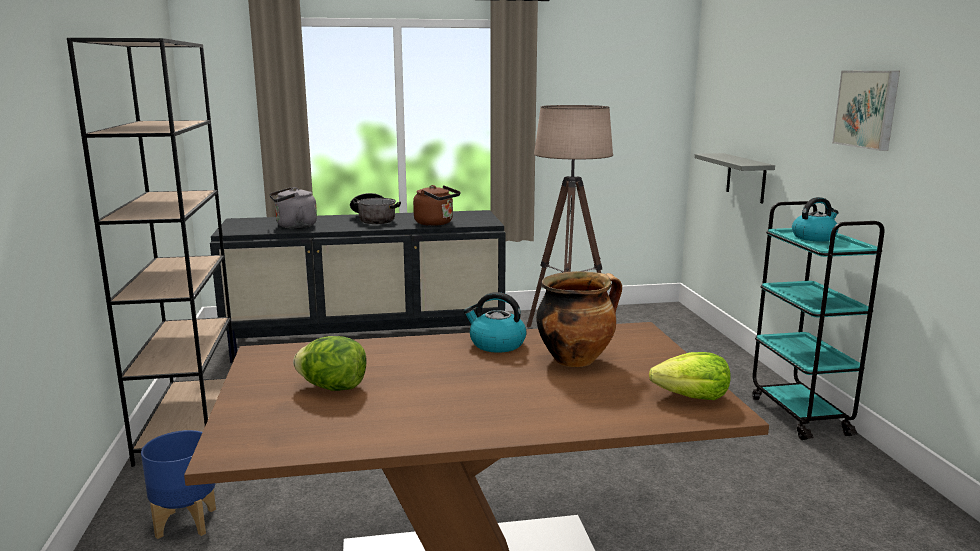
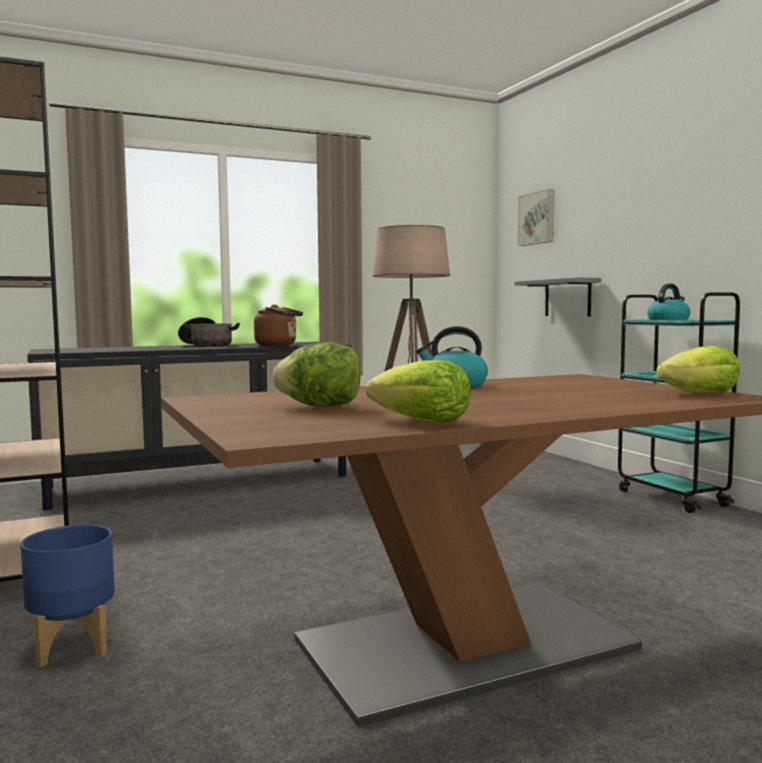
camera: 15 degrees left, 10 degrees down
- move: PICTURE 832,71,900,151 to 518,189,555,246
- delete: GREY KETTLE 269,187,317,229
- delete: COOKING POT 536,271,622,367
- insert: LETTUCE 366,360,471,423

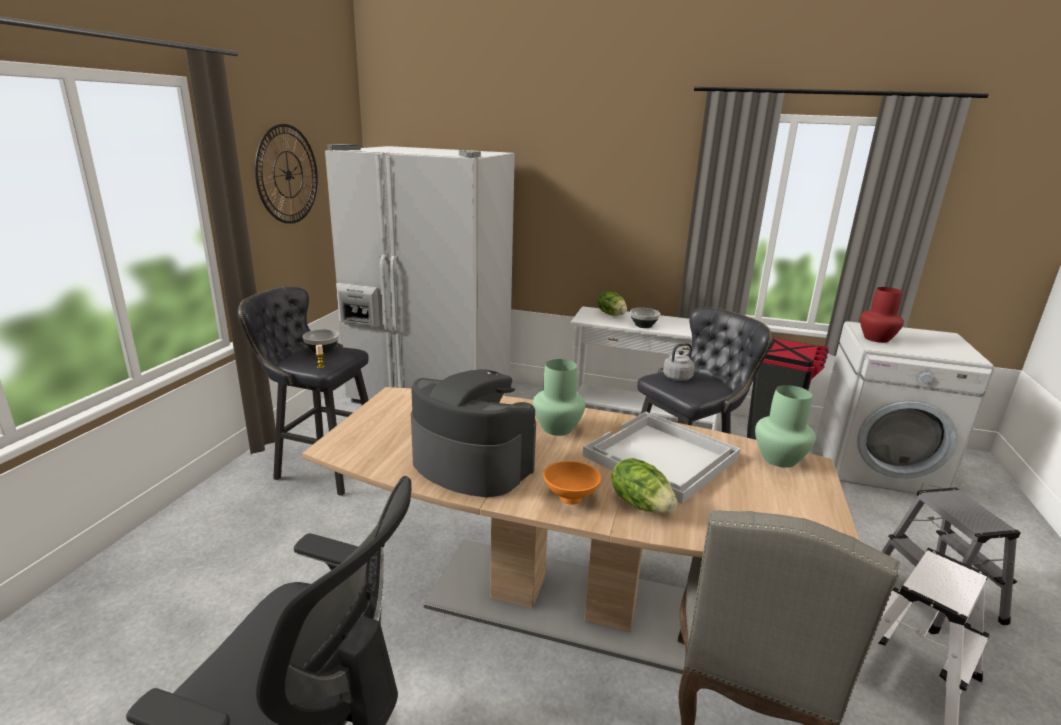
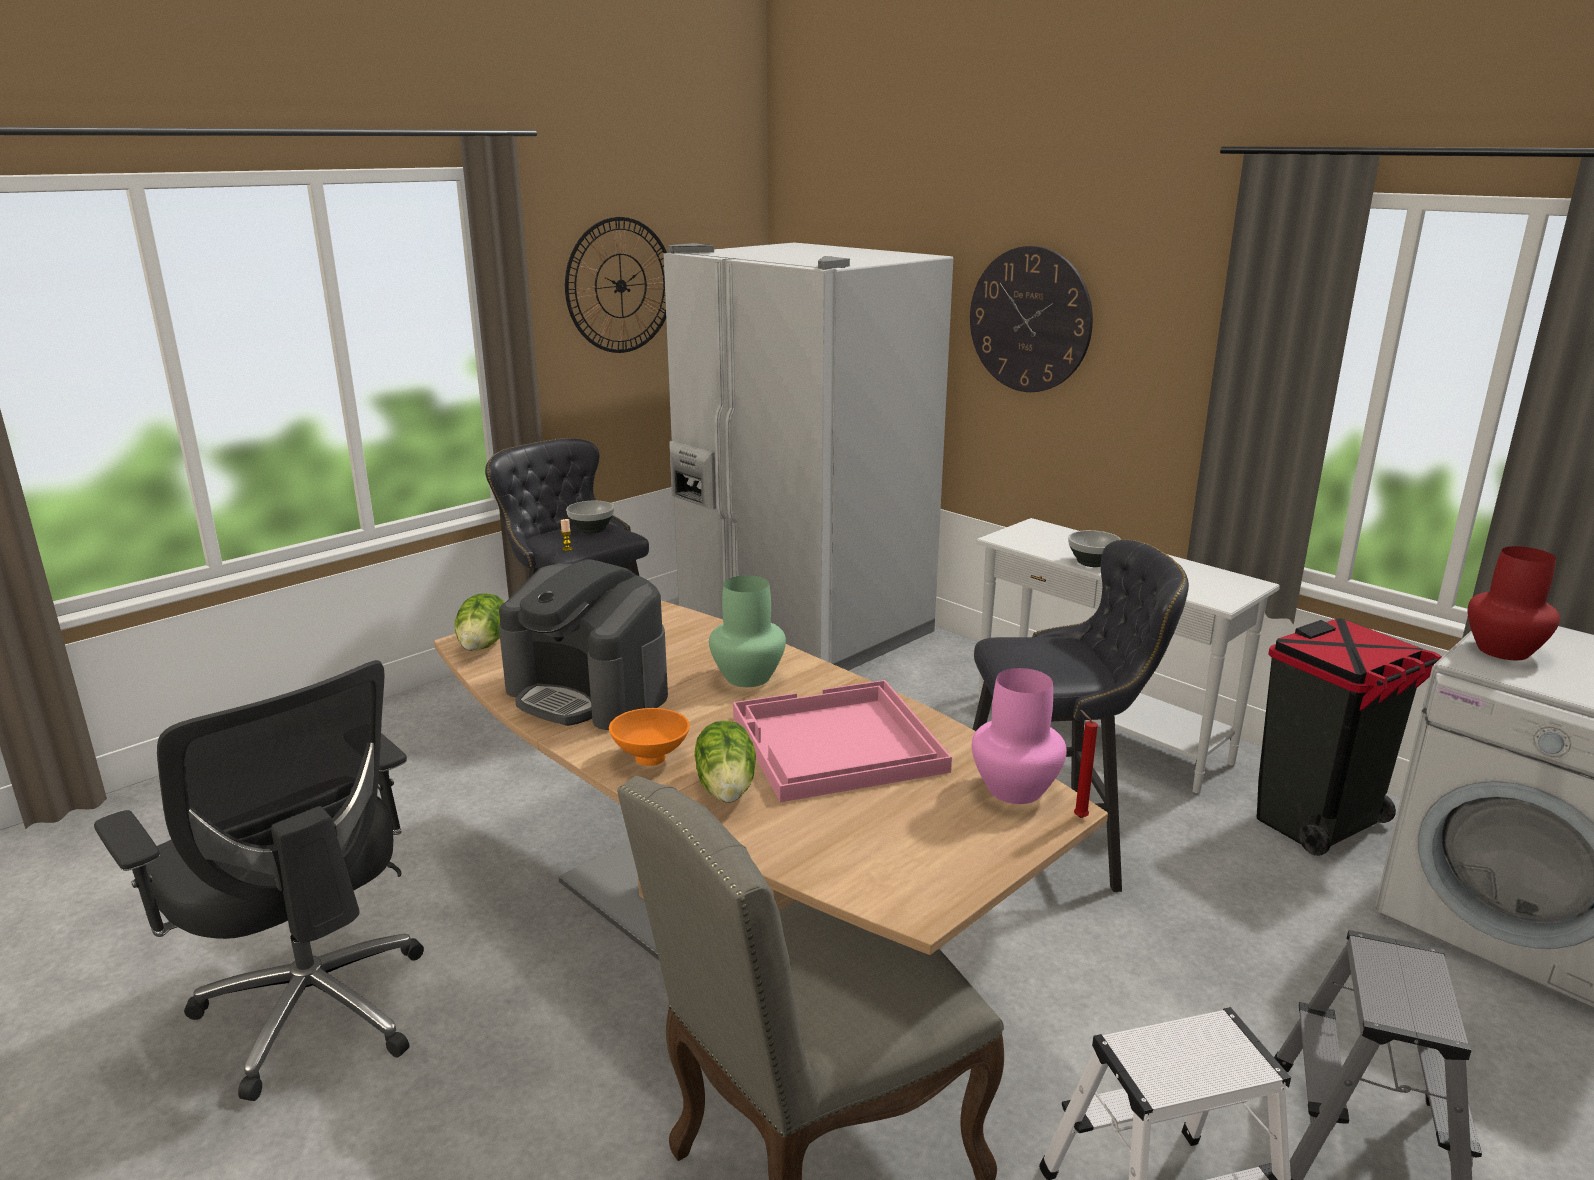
camera: 30 degrees right, 0 degrees up
- move: LETTUCE 598,292,627,316 to 455,593,505,651
- delete: GREY KETTLE 663,343,701,381
- rotate: COFFEE MACHINE 411,369,536,497 = 499,559,668,730 150 degrees clockwise
- recolor: GREEN VASE 755,385,816,468 to PINK VASE 972,668,1067,804
- recolor: WHITE TRAY 583,412,740,504 to PINK TRAY 733,680,952,802
- insert: WALL CLOCK 970,246,1093,392
- insert: RED CANDLE 1074,710,1098,818

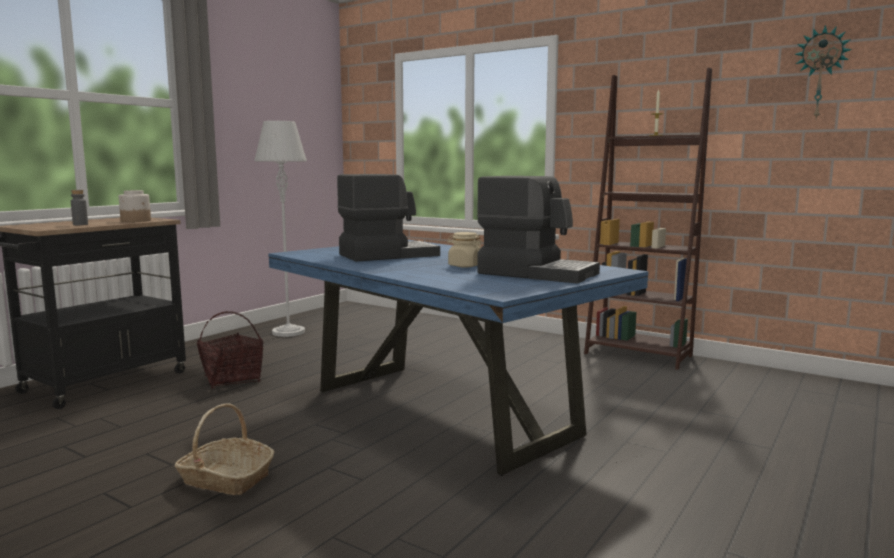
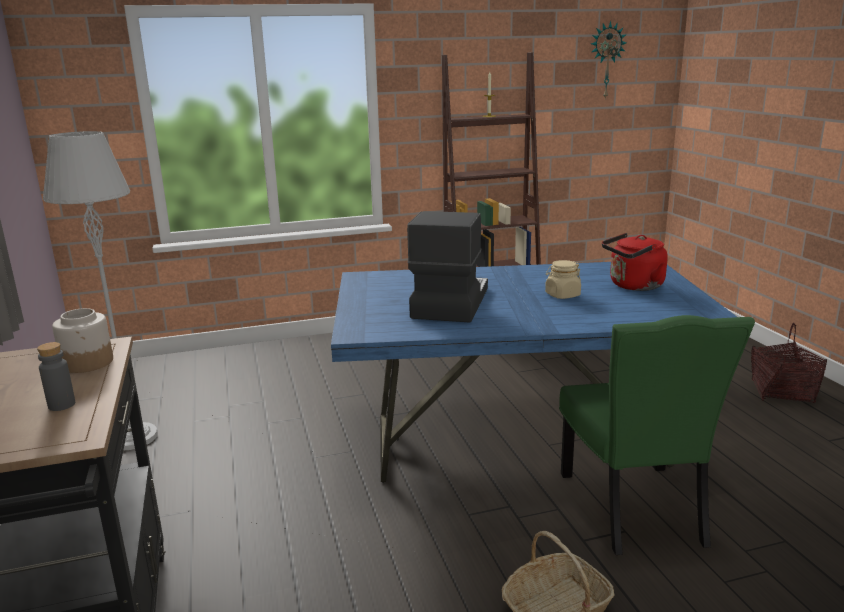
camera: 50 degrees left, 10 degrees up
- replace: COFFEE MACHINE 477,176,600,284 to RED KETTLE 602,233,668,291
- move: BASKET 197,311,263,389 to 751,323,827,403
- insert: GREEN CHAIR 559,315,755,555

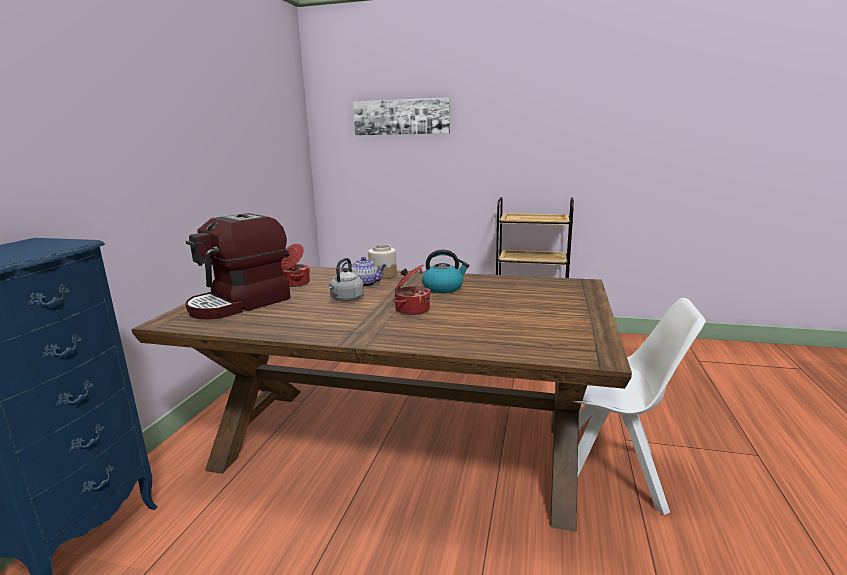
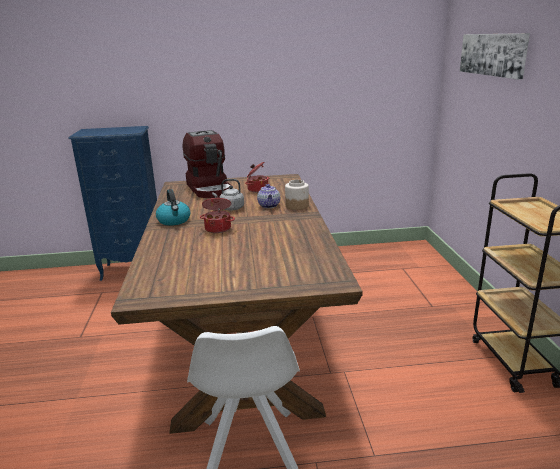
camera: 70 degrees right, 5 degrees up
- rotate: COFFEE MACHINE 185,213,291,319 = 183,130,232,198 135 degrees counterclockwise
- move: KETTLE 422,250,470,293 to 156,189,190,225

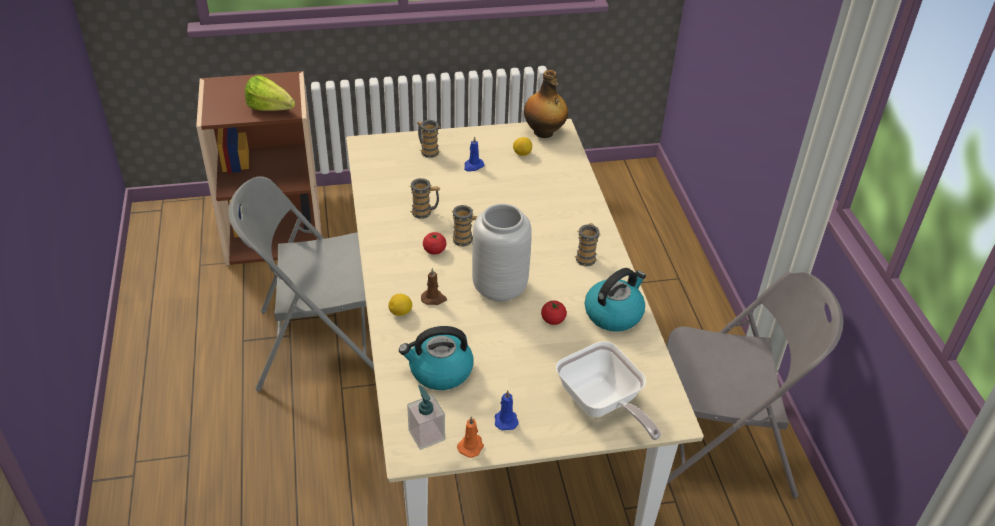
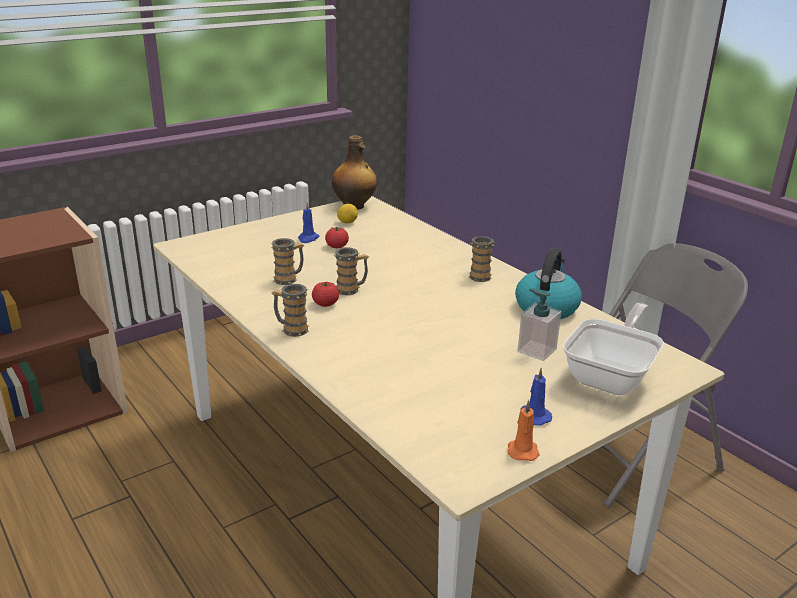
camera: 25 degrees left, 15 degrees down
- delete: LETTUCE 245,75,295,111
- move: MUG 417,120,440,158 to 272,284,309,337
- delete: GREY CHAIR 228,176,374,392
- delete: GREY VASE 472,204,532,302
- delete: BROWN CANDLE 421,268,447,305
- delete: LEMON 388,294,412,316
- move: TOMATO 541,300,567,325 to 325,227,349,248
- delete: KETTLE 399,326,474,390
- rotate: FRYING PAN 556,341,661,440 = 563,303,664,395 90 degrees counterclockwise
- move: SOAP DISPENSER 407,385,445,450 to 517,288,562,361

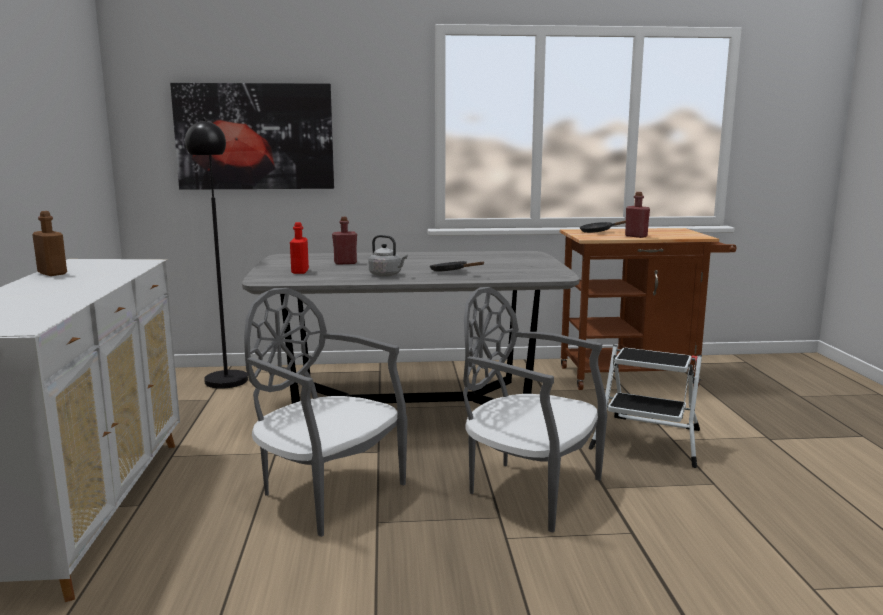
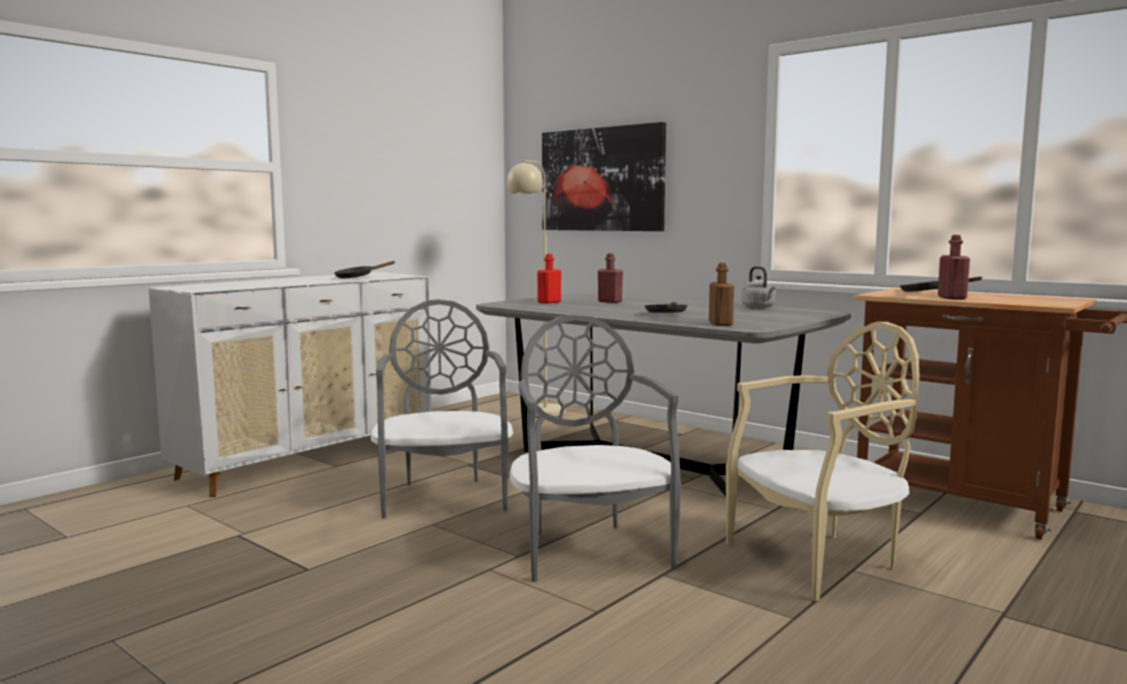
camera: 45 degrees right, 5 degrees down
- recolor: BLACK FLOOR LAMP 185,118,248,389 to BEIGE FLOOR LAMP 507,160,565,418
- move: BROWN BOTTLE 32,211,67,276 to 709,263,734,326
- move: GREY KETTLE 369,235,408,277 to 741,266,776,308
- replace: STEP LADDER 589,345,702,468 to BEIGE CHAIR 726,322,919,601
- insert: BLACK FRYING PAN 334,261,395,278

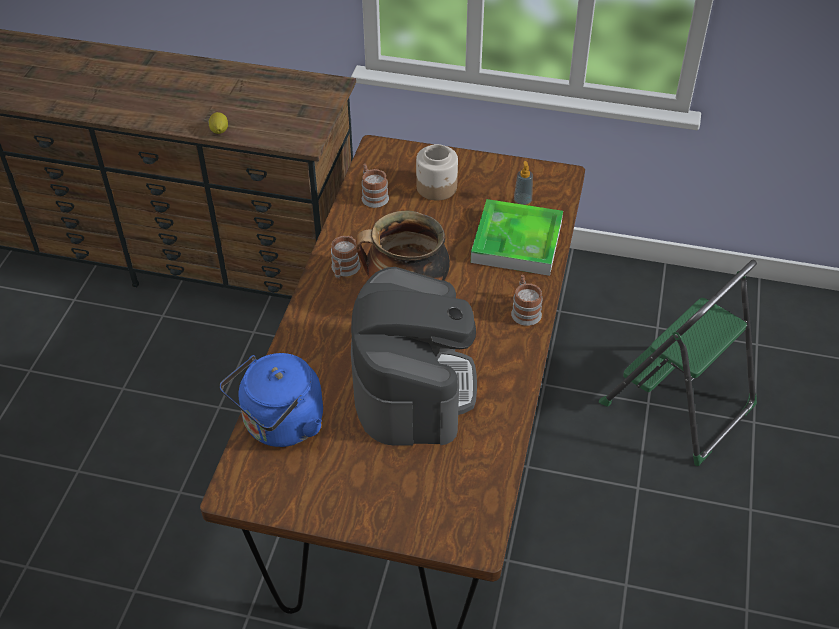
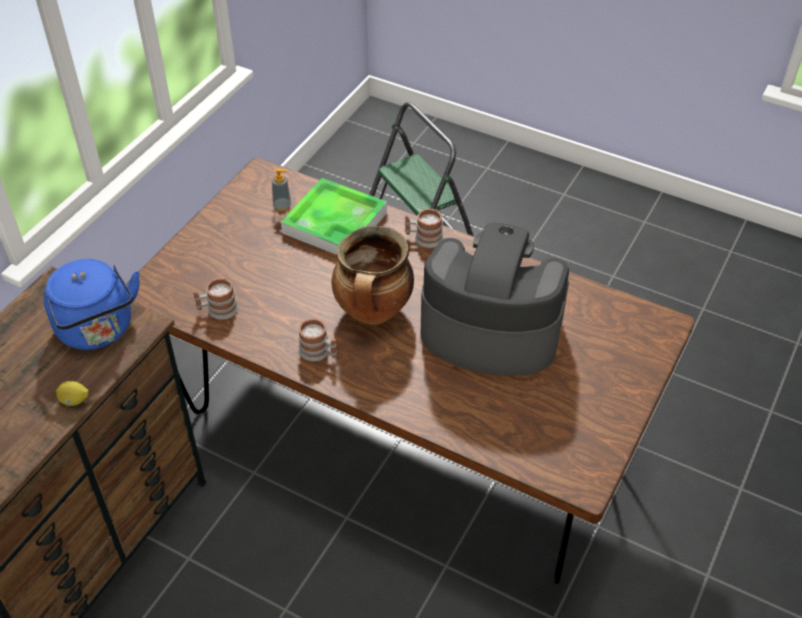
camera: 75 degrees left, 0 degrees up
- delete: JAR 416,144,458,201
- move: BLUE KETTLE 220,353,323,447 to 43,259,140,350

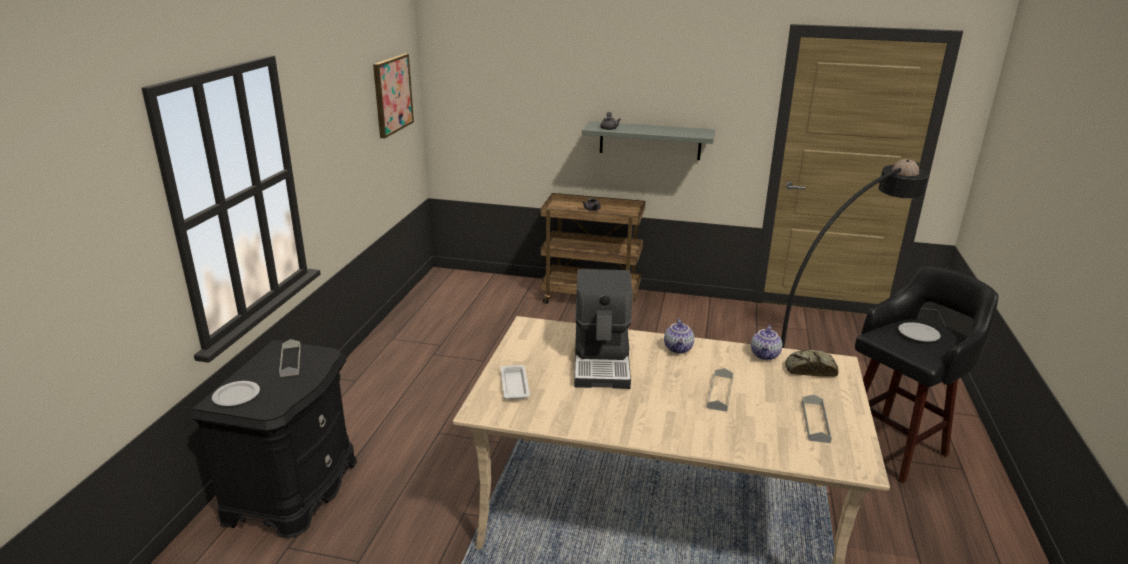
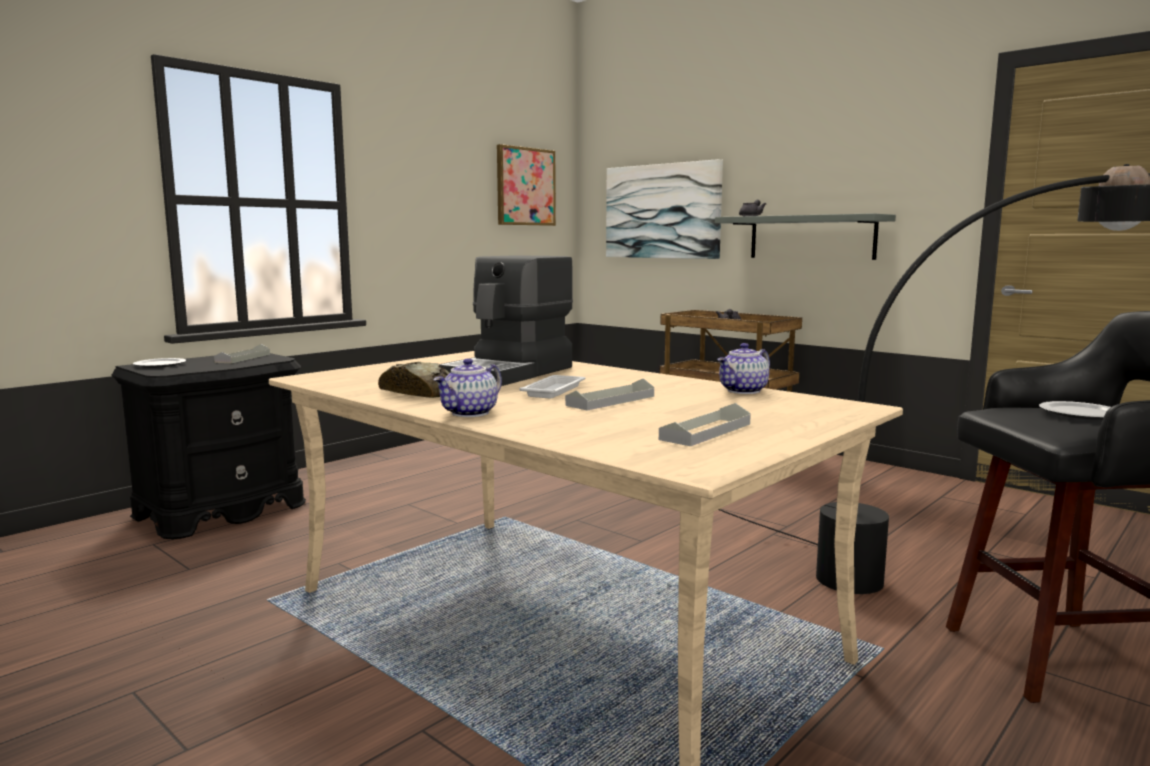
camera: 30 degrees right, 15 degrees down
- move: TEAPOT 664,318,694,354 to 433,358,502,417
- move: BREAD 786,349,838,377 to 378,362,449,398
- move: WHITE TRAY 500,365,530,400 to 519,375,585,398
- insert: PICTURE 606,159,723,259

